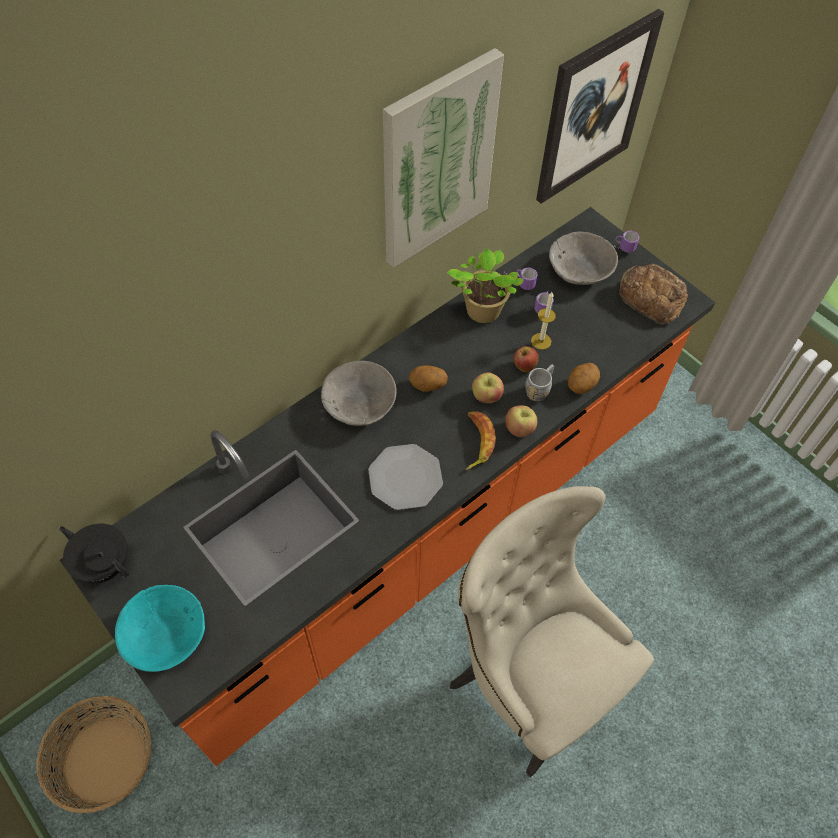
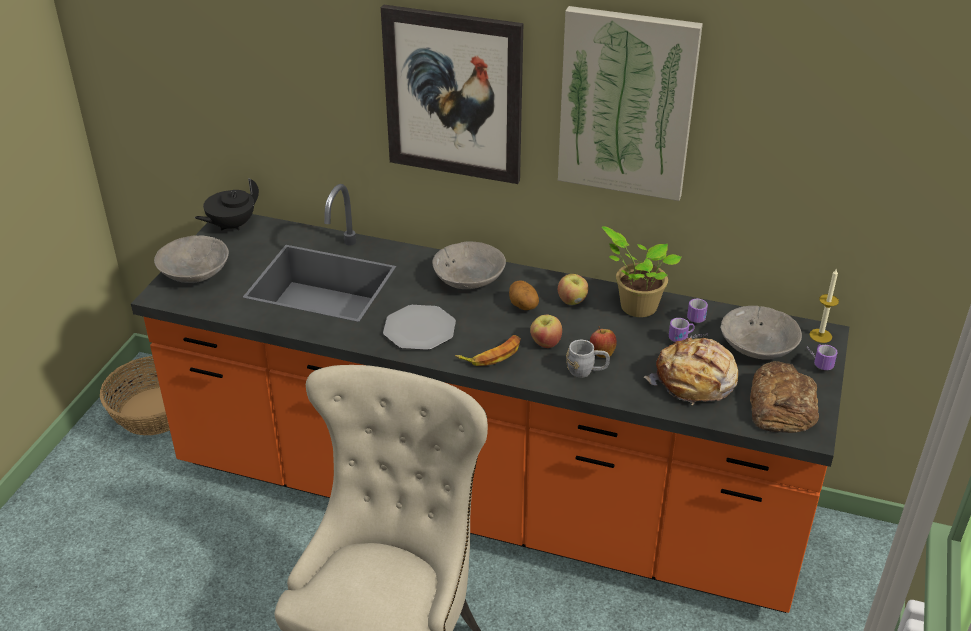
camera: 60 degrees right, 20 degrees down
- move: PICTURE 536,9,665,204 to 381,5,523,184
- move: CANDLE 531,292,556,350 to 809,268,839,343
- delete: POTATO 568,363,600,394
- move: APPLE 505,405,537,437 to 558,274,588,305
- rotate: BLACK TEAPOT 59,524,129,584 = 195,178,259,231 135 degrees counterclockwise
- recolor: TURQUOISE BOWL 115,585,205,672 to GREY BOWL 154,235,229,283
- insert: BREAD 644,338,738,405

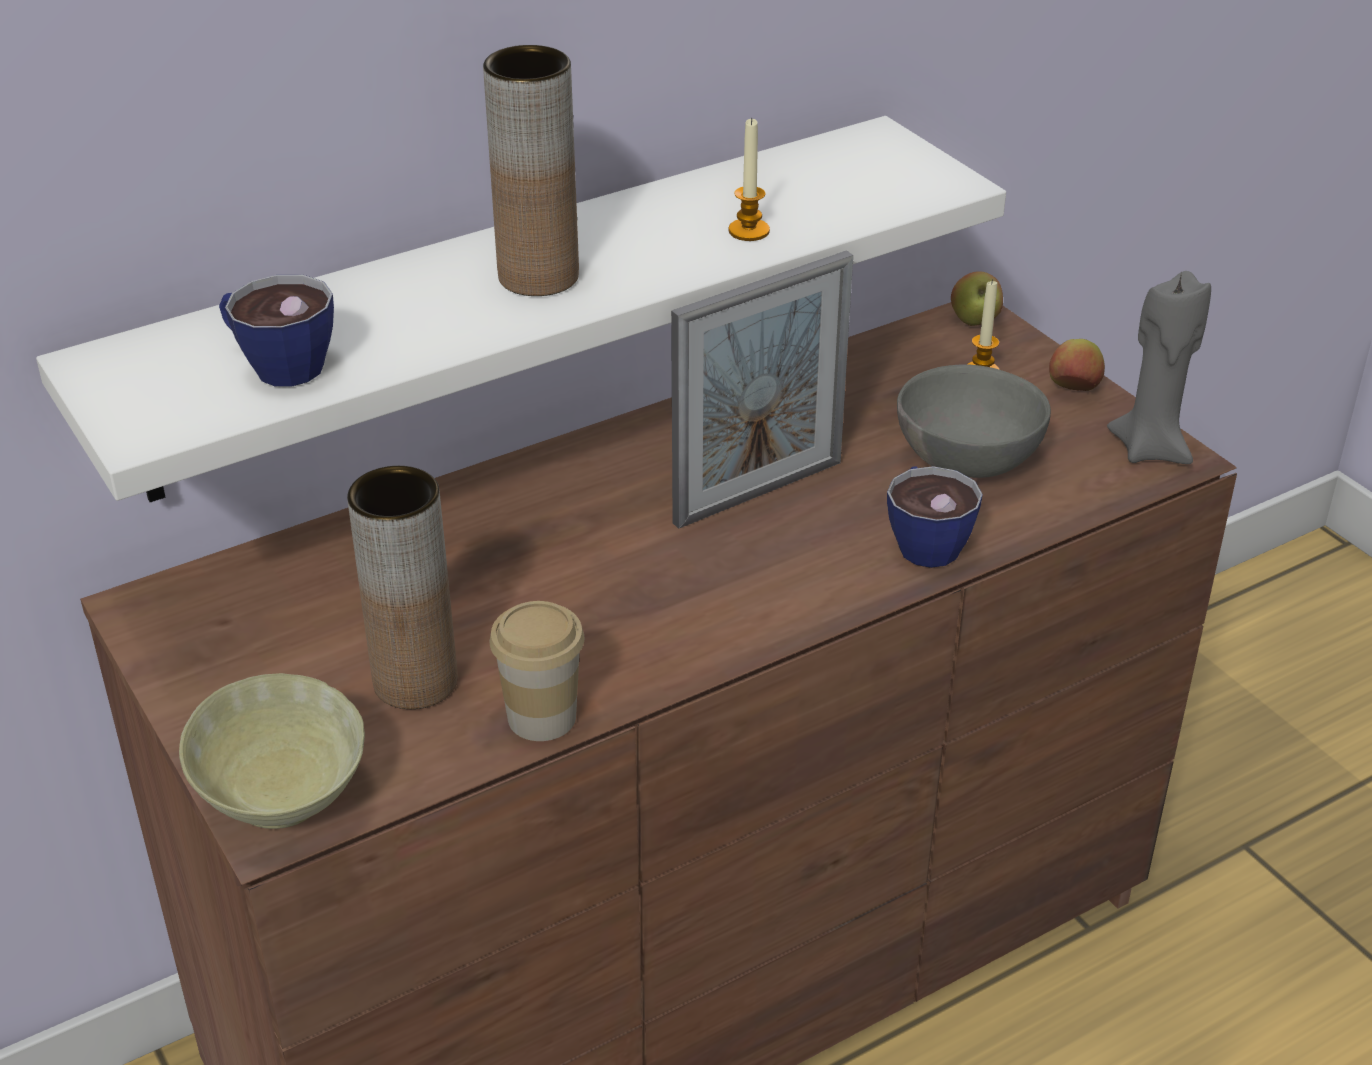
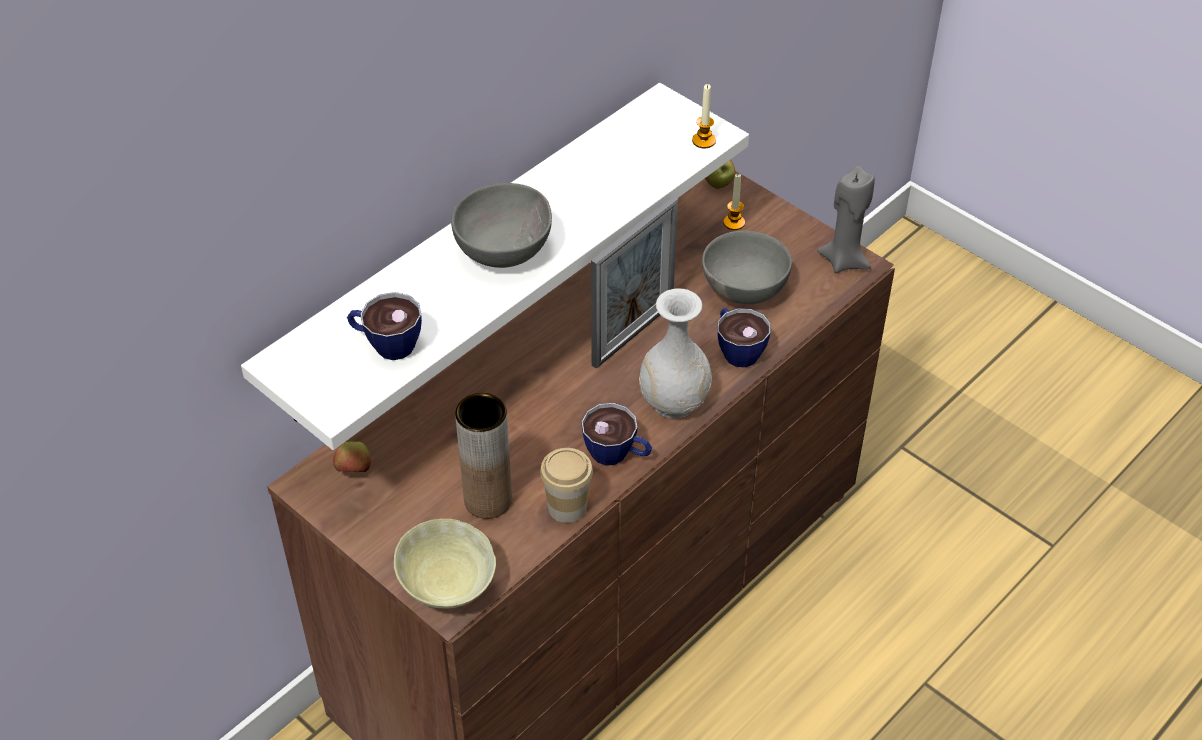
camera: 15 degrees left, 10 degrees up
- replace: BROWN VASE 483,45,579,296 to GREY BOWL 451,183,552,268
- move: CANDLE 728,118,770,241 to 692,84,716,149
- move: APPLE 1049,339,1105,391 to 333,442,371,472
- insert: WHITE VASE 639,288,712,418
- insert: CUP 581,403,652,466

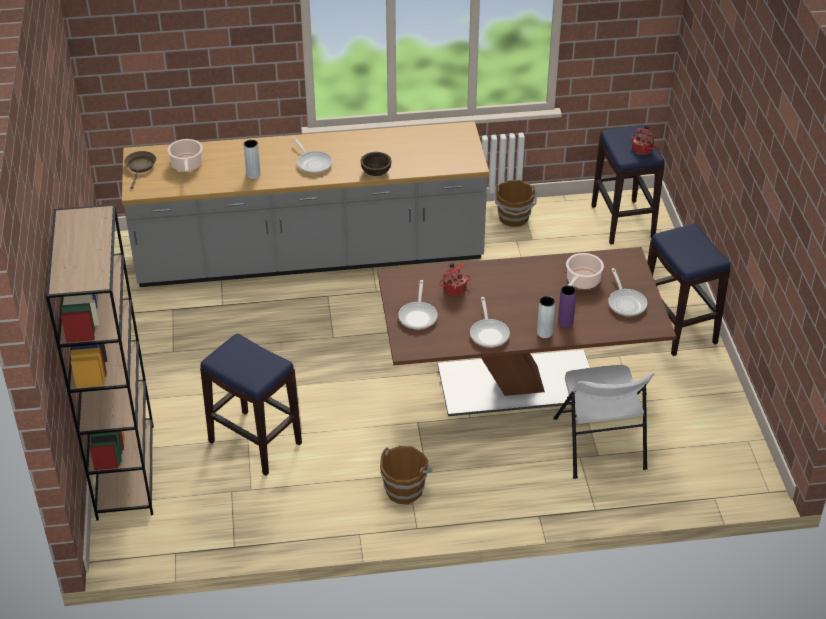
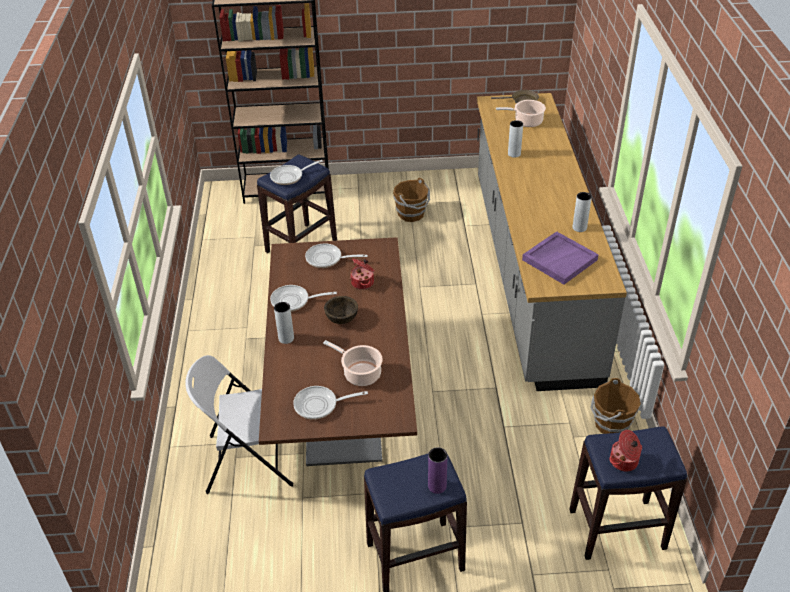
camera: 95 degrees right, 0 degrees up
- move: FRYING PAN 292,137,333,174 to 270,160,323,185
- move: BROWN BOWL 361,152,392,176 to 324,296,358,324
- move: PURPLE VASE 558,285,577,327 to 428,447,447,494
- move: BROWN BUCKET 380,446,432,504 to 393,178,430,222
- insert: GREY VASE 572,192,592,232
- insert: PURPLE TRAY 522,231,599,285

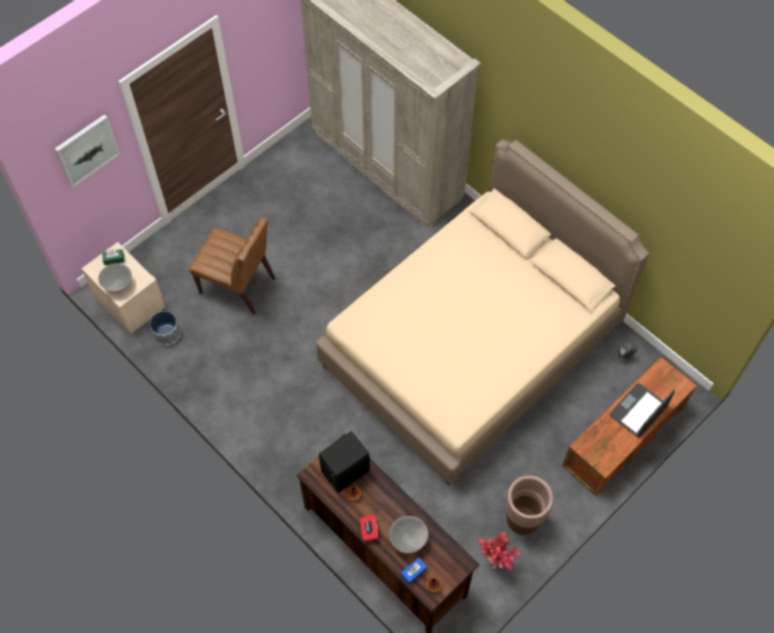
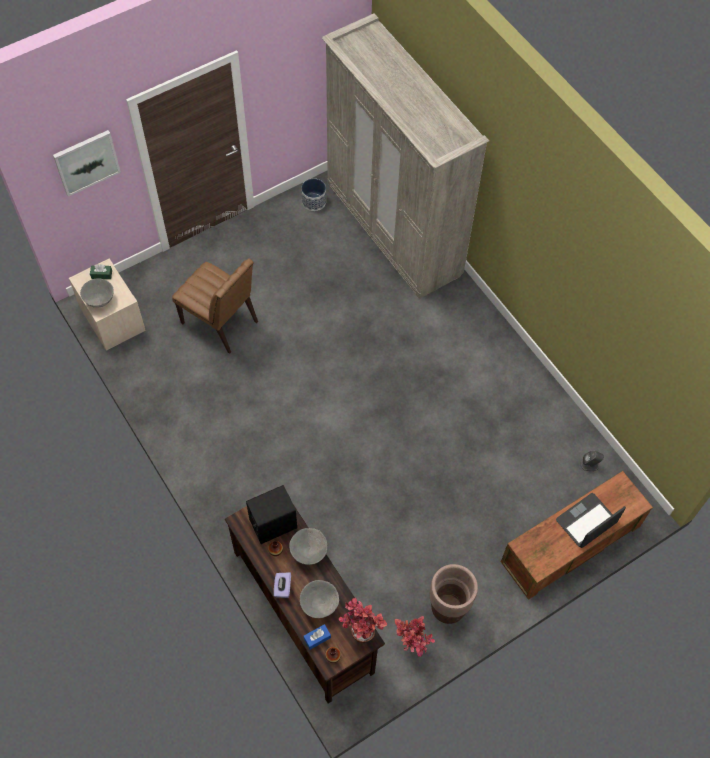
camera: 10 degrees right, 0 degrees up
- delete: BEIGE BED 316,139,649,485
- move: PLANTER 149,311,180,345 to 301,178,326,211
- recolor: RED TISSUE BOX 360,515,378,541 to PURPLE TISSUE BOX 274,572,291,598
- insert: GREY BOWL 289,528,327,565
- insert: POTTED PLANT 339,598,387,643

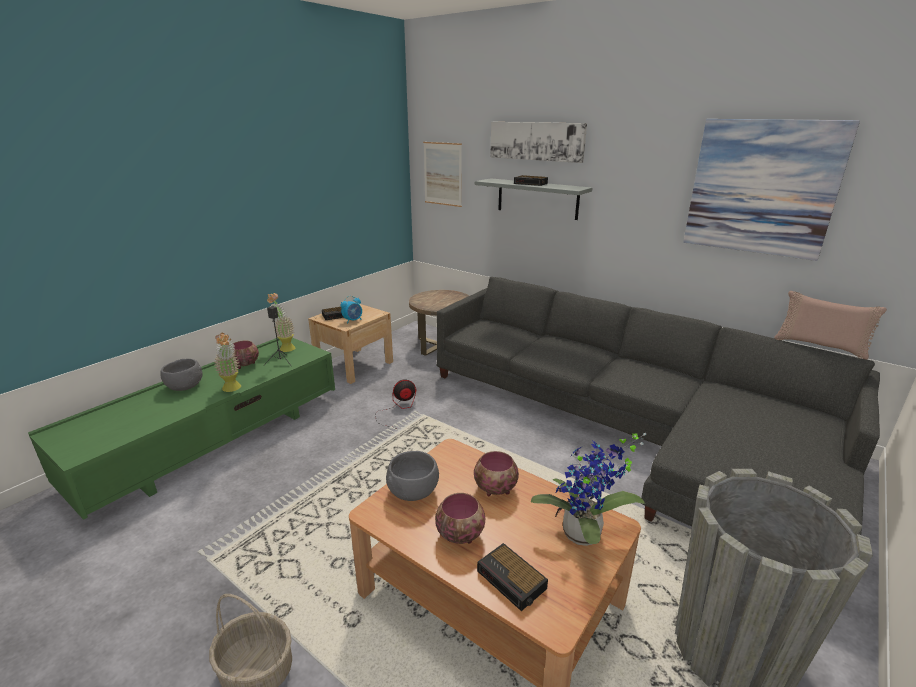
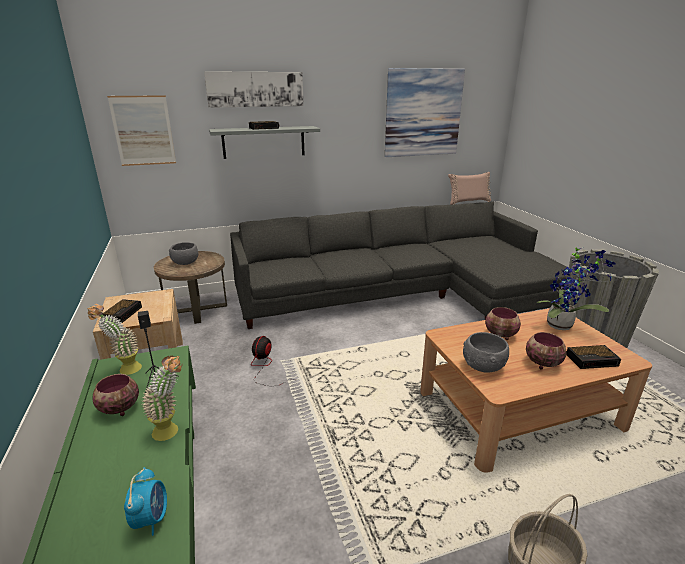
camera: 55 degrees left, 0 degrees up
- move: ALARM CLOCK 341,296,362,324 to 124,467,167,536
- move: GREY BOWL 160,359,203,391 to 169,242,198,265

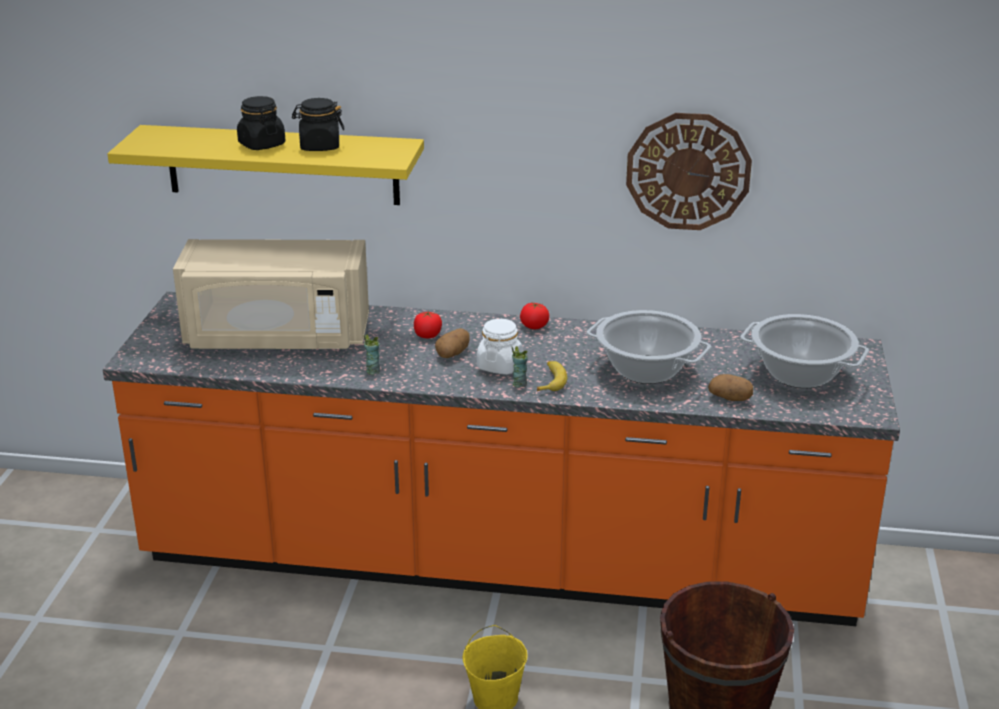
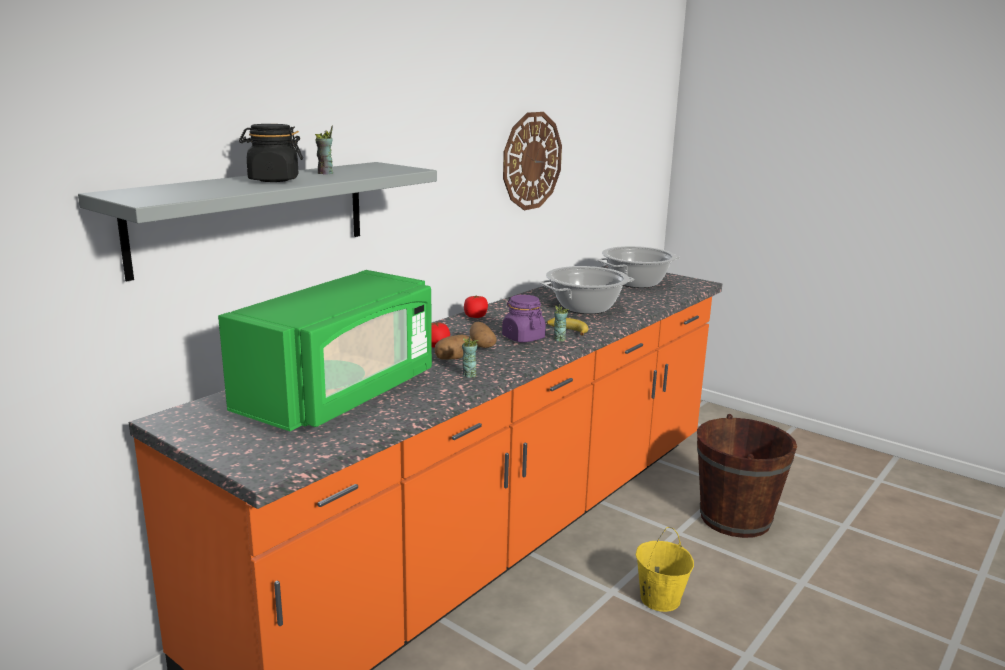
camera: 60 degrees left, 10 degrees down
- replace: BLACK JAR 292,98,344,151 to CUP 315,126,333,175
- recolor: YELLOW SHELF 107,125,424,205 to GREY SHELF 78,162,437,281
- recolor: BEIGE MICROWAVE 173,239,369,349 to GREEN MICROWAVE 218,270,432,431
- recolor: WHITE JAR 477,319,523,375 to PURPLE JAR 502,295,546,343
- move: POTATO 708,374,753,401 to 435,334,472,360

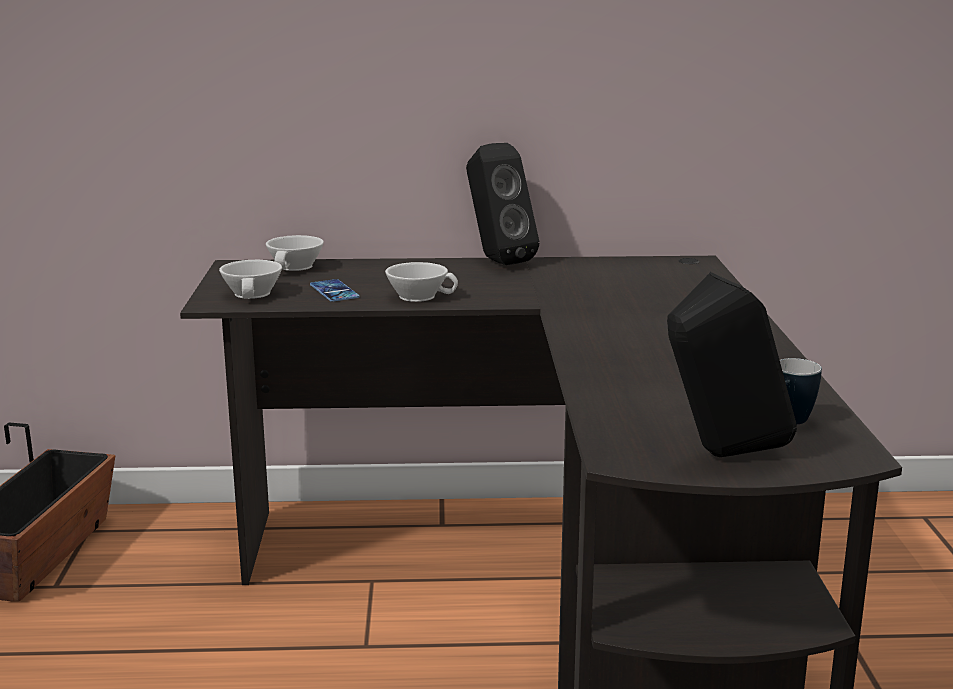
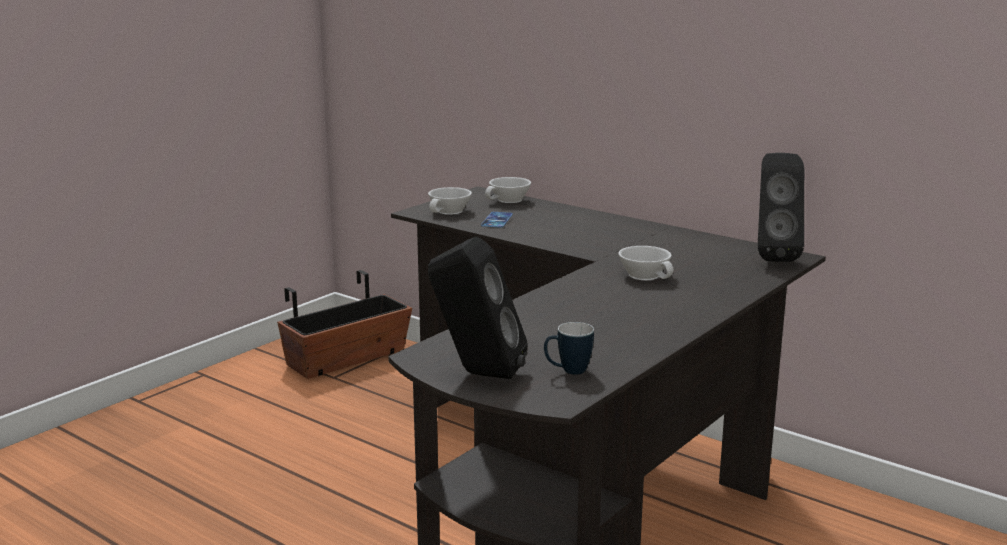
camera: 40 degrees right, 0 degrees up
- move: BLACK SPEAKER 466,143,539,265 to 758,153,804,262
- move: WHITE CUP 385,262,458,302 to 618,246,674,280

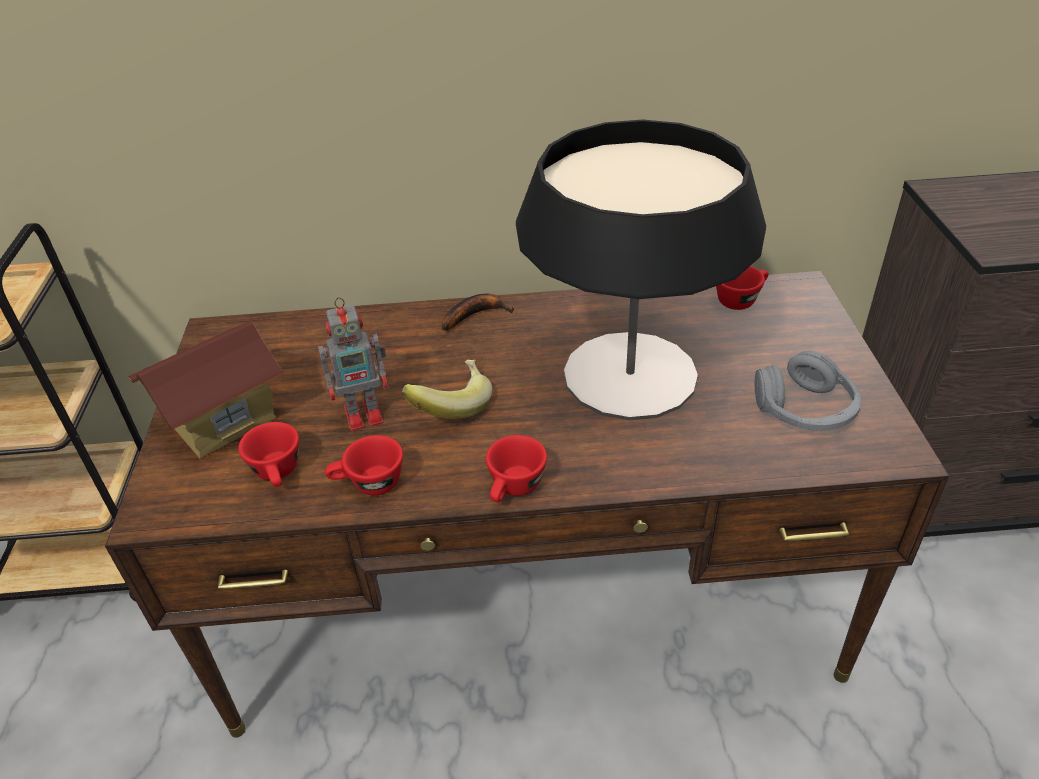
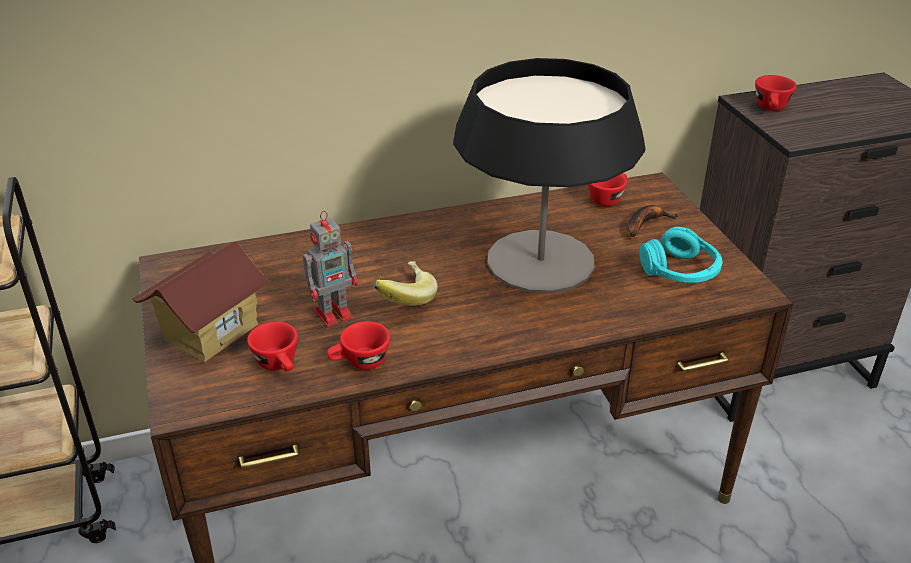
camera: 15 degrees left, 5 degrees down
- move: BANANA 441,293,514,331 to 627,205,678,237
- recolor: GREY HEADPHONES 755,351,861,431 to TURQUOISE HEADPHONES 639,227,722,283
- move: RED CUP 486,435,547,502 to 755,75,797,111

